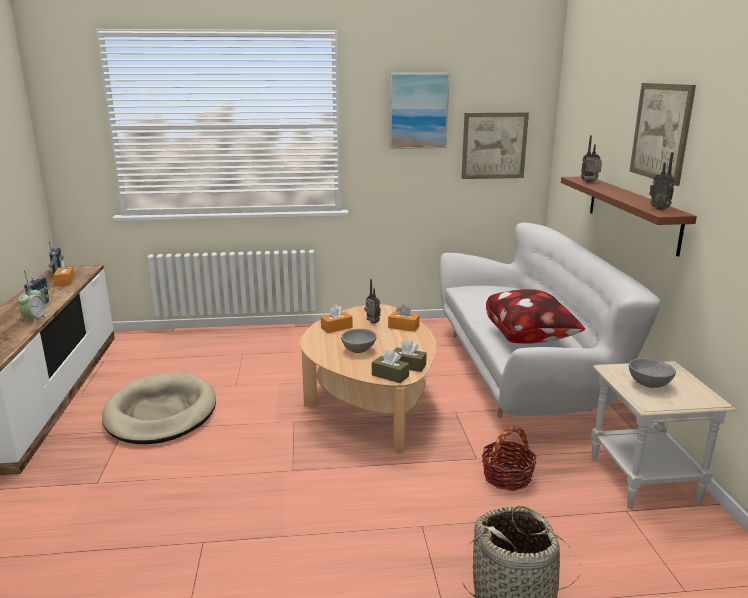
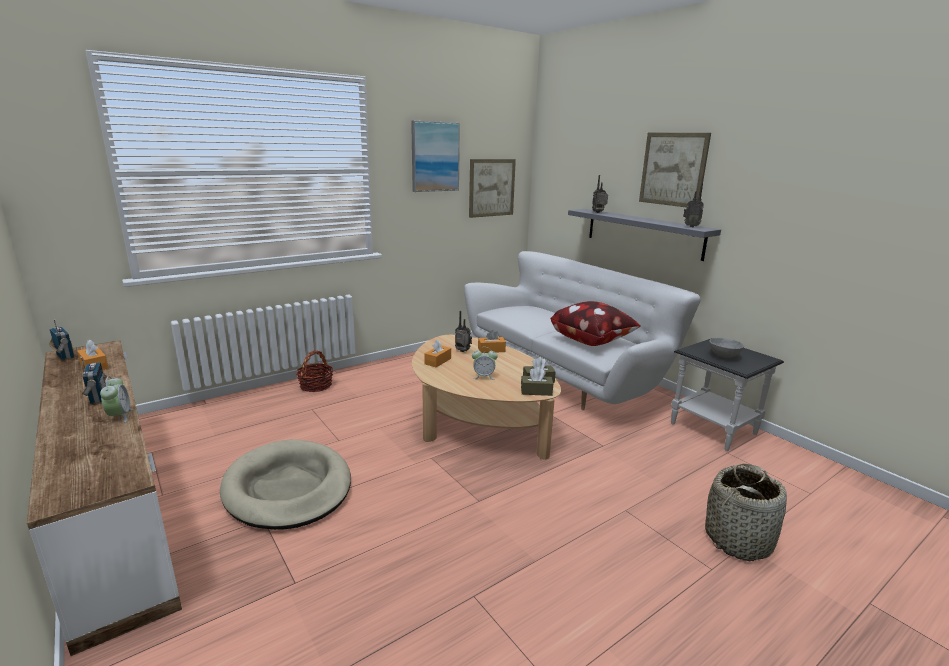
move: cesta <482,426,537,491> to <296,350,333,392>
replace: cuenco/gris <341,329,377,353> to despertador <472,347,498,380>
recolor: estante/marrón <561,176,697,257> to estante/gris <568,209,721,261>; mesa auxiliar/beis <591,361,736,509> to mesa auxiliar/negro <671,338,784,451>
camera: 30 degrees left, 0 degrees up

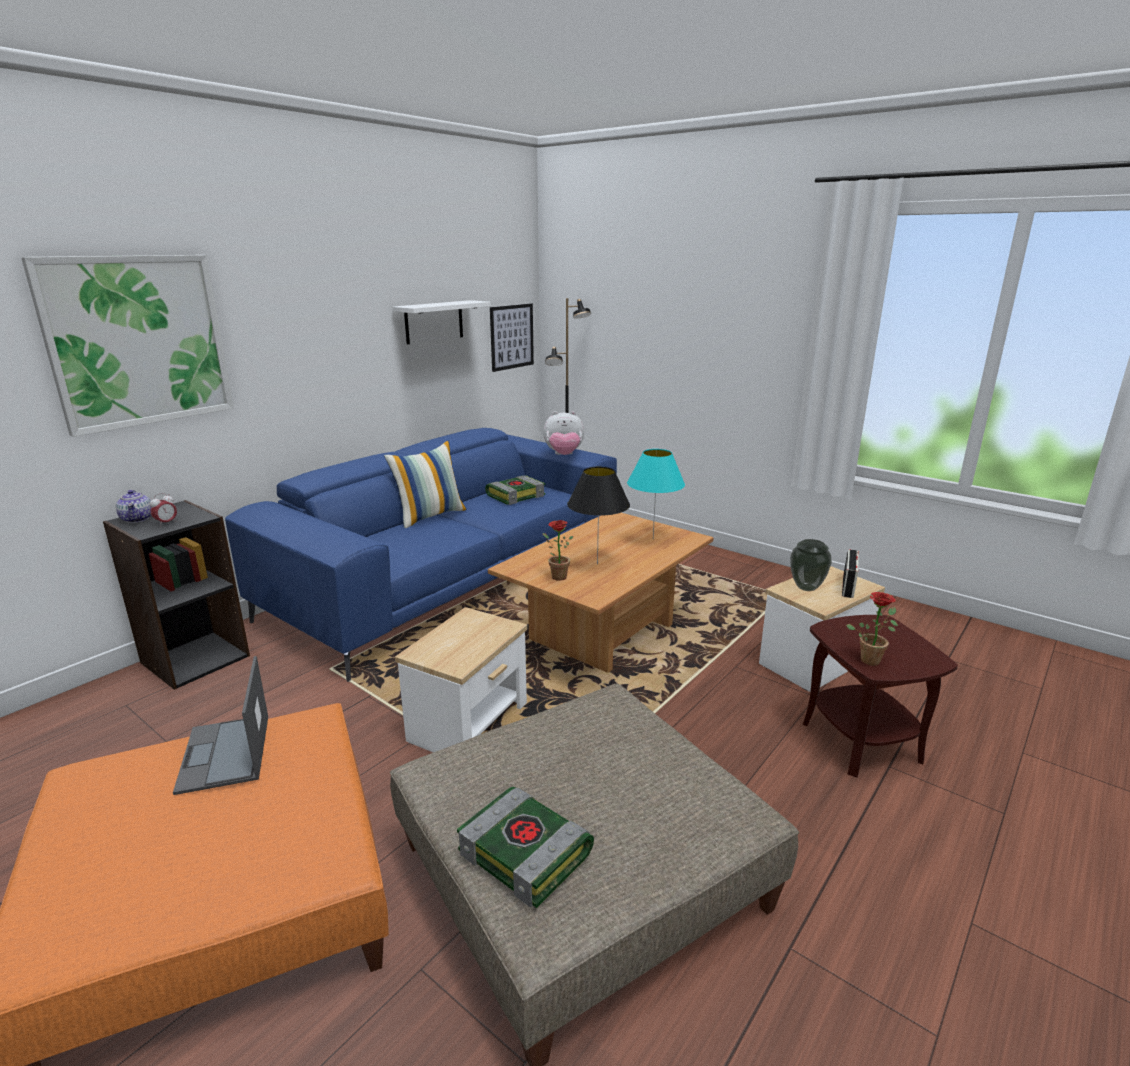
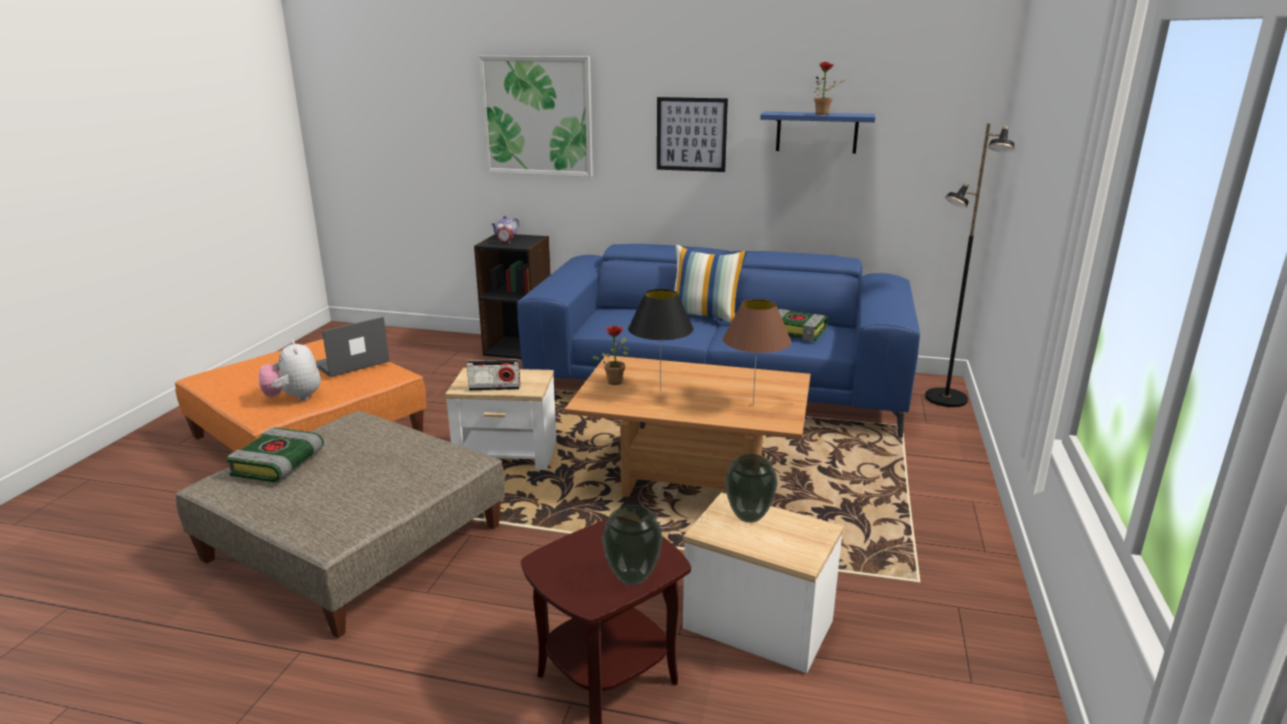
insert: florero <602,505,663,585>
move: peluche <543,411,584,455> to <258,340,321,401>; radio <842,550,859,598> to <466,359,520,391>; cuadro <490,303,534,372> to <657,97,728,172>; planta en maceta <846,592,898,666> to <813,62,845,115>
recolor: lámpara de mesa/turquesa <627,449,685,539> to lámpara de mesa/marrón <723,299,791,405>; estante/blanco <392,300,491,344> to estante/azul <760,111,875,154>
camera: 65 degrees right, 0 degrees up

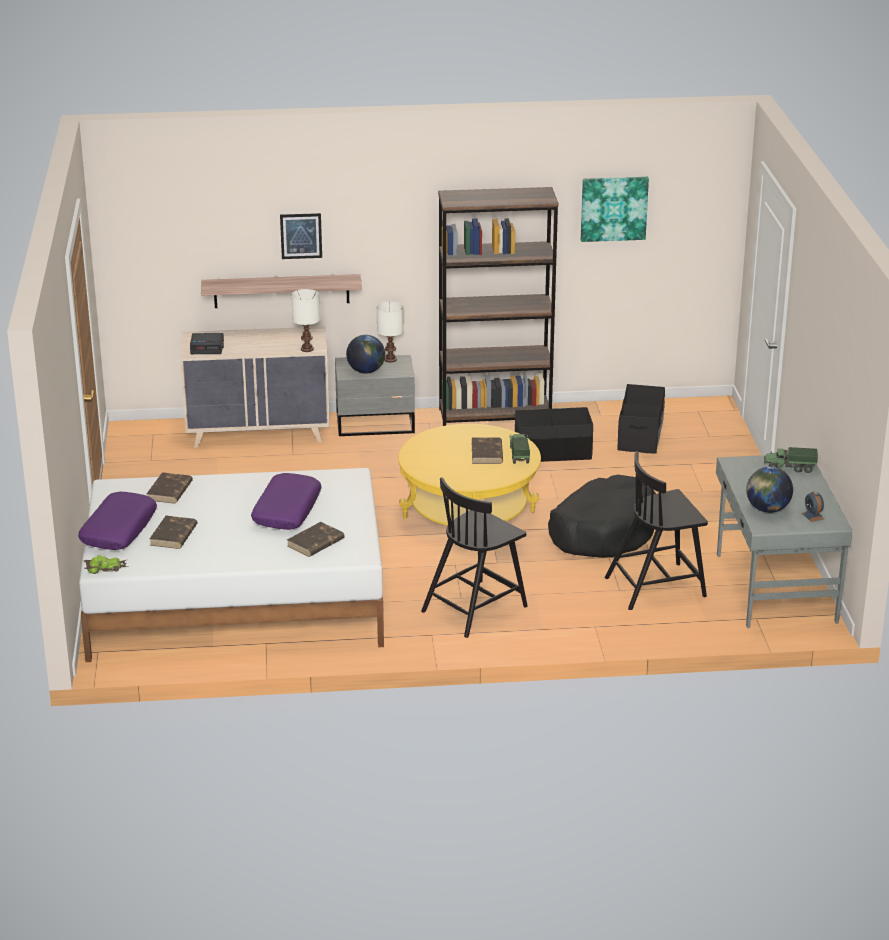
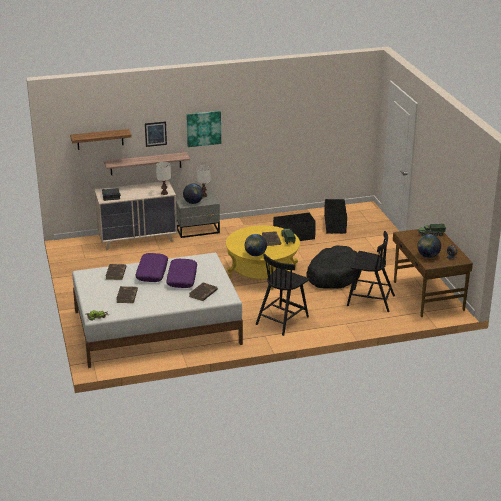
delete: estantería/marrón <438,187,559,426>
insert: estante <70,129,131,150>; globo terráqueo <245,234,267,256>
move: cojín/morado <78,492,157,550> to <136,253,168,282>; cuadro <581,177,649,242> to <186,111,221,147>
recolor: escritorio/gris <716,455,852,628> to escritorio/marrón <393,229,473,317>
rotate: silla/negro <605,451,708,610> = <347,231,395,312> 135 degrees counterclockwise
camera: 10 degrees left, 0 degrees up

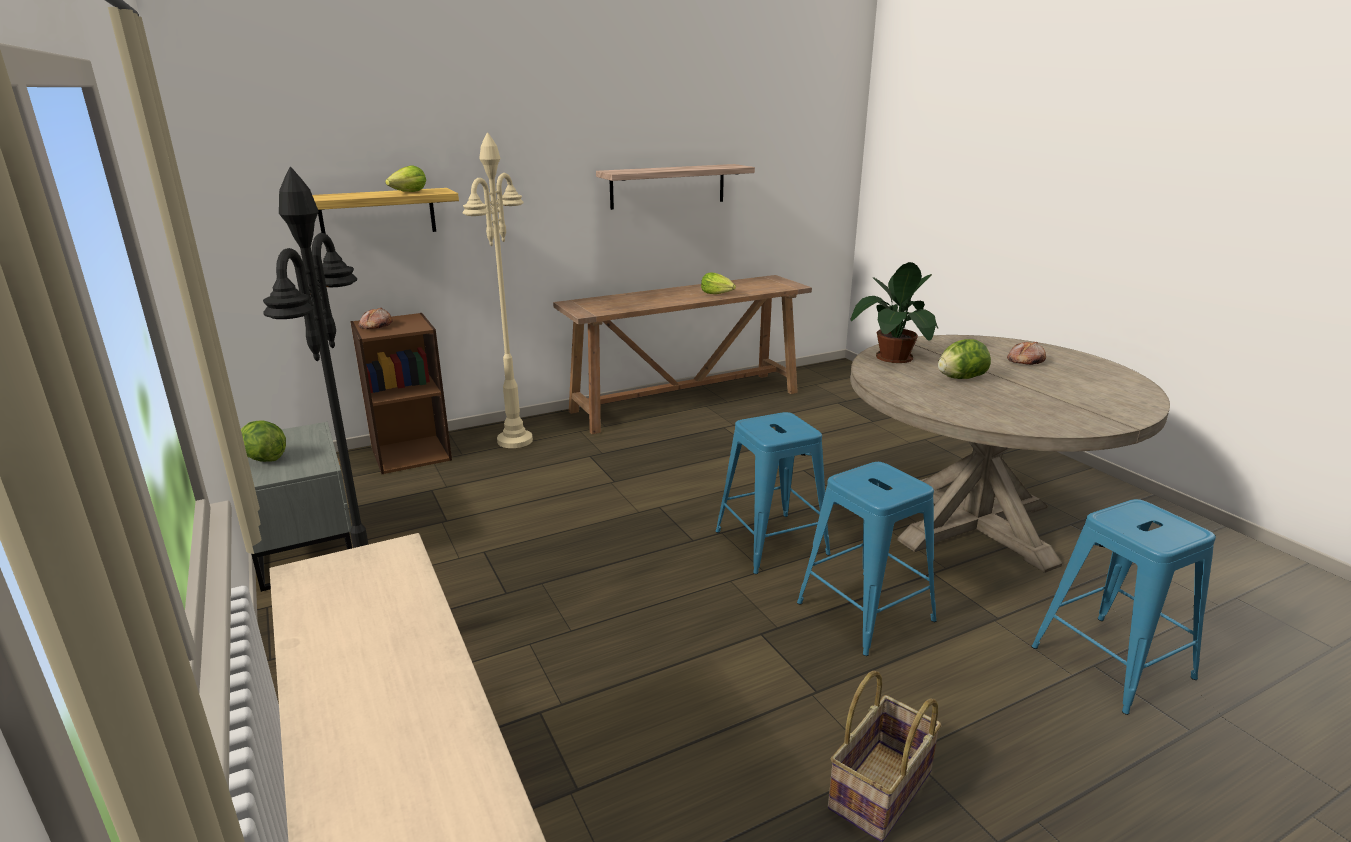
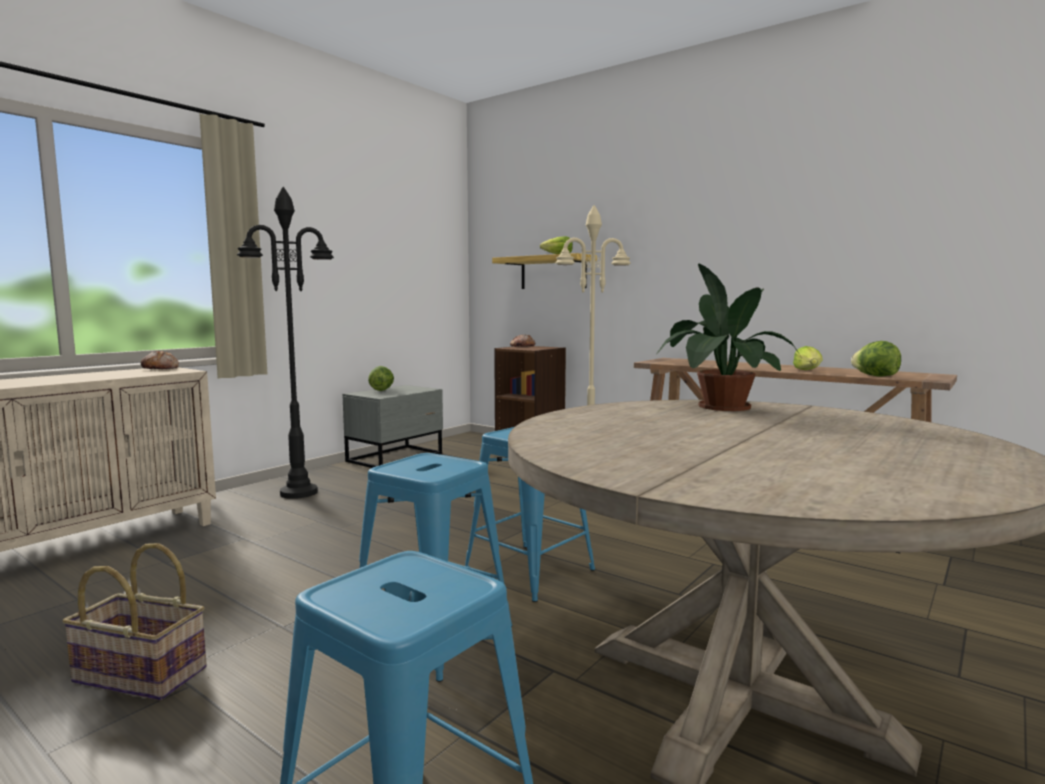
delete: estante <596,164,755,210>
move: pan <1007,342,1046,365> to <141,350,179,369>; lechuga <938,339,991,379> to <851,341,901,376>
camera: 65 degrees right, 15 degrees down

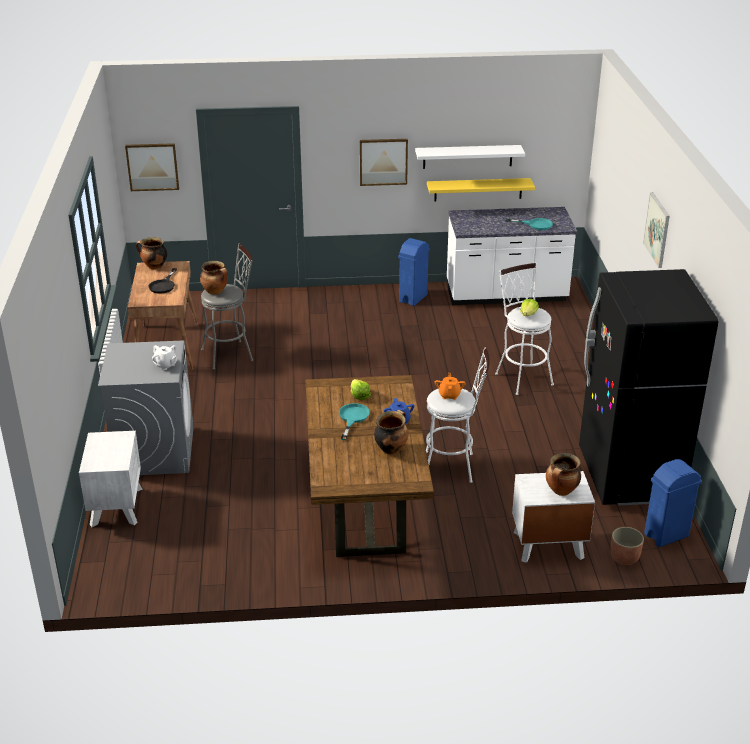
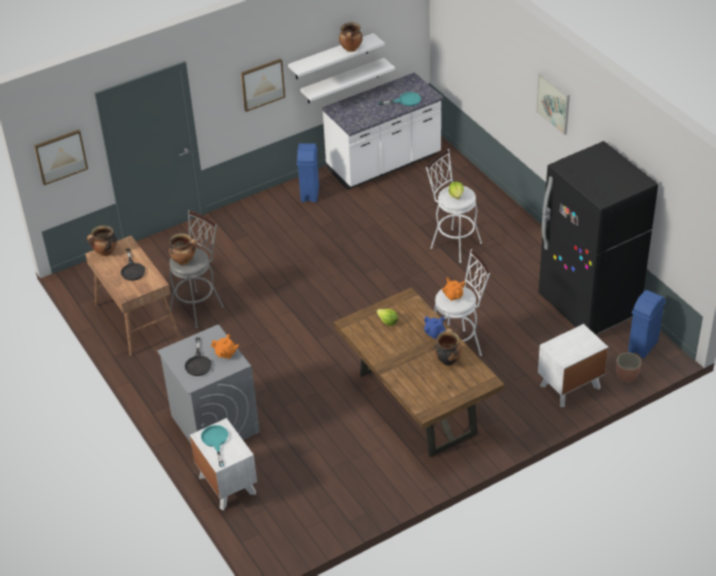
insert: sartén/negro <185,337,212,376>
move: sartén/turquesa <339,403,370,440> to <201,425,228,467>; olla <546,453,581,496> to <339,22,363,52>
recolor: tetera/blanco <152,345,177,370> to tetera/naranja <211,334,239,359>; estante/amarillo <427,178,535,202> to estante/blanco <300,58,395,103>
camera: 25 degrees left, 10 degrees up

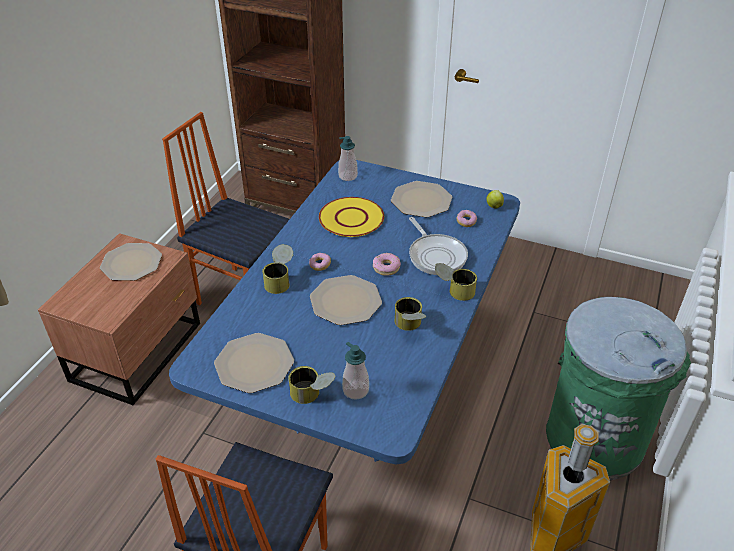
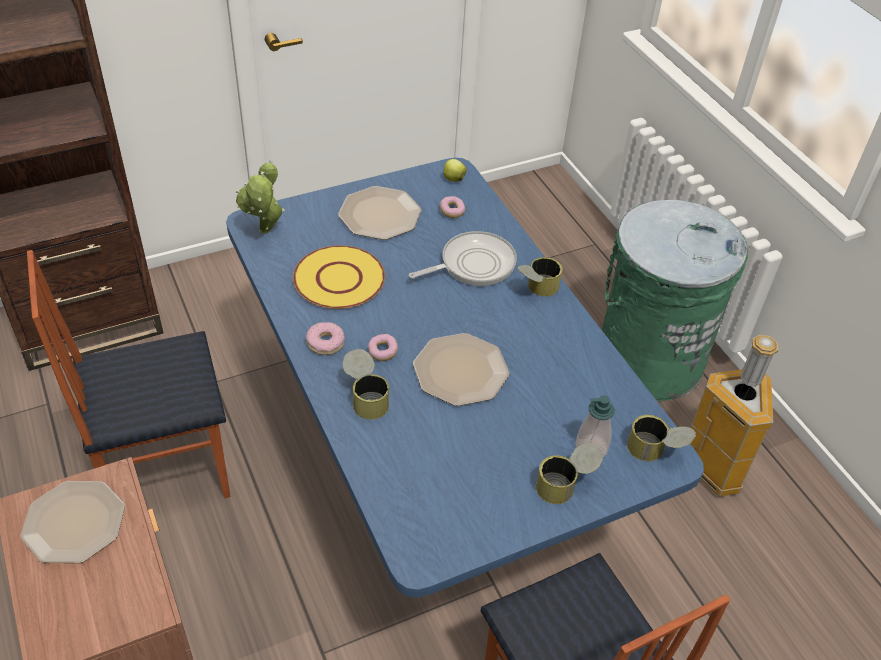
delete: plato <214,333,294,393>
move: rosquilla <373,253,401,275> to <306,322,345,355>; lata <394,297,426,331> to <627,415,696,461>
replace: dispensador de jabón <338,136,358,181> to planta en maceta <236,160,285,234>
rotate: sartén <409,217,468,275> = <409,231,517,286> 45 degrees counterclockwise
camera: 50 degrees left, 5 degrees up

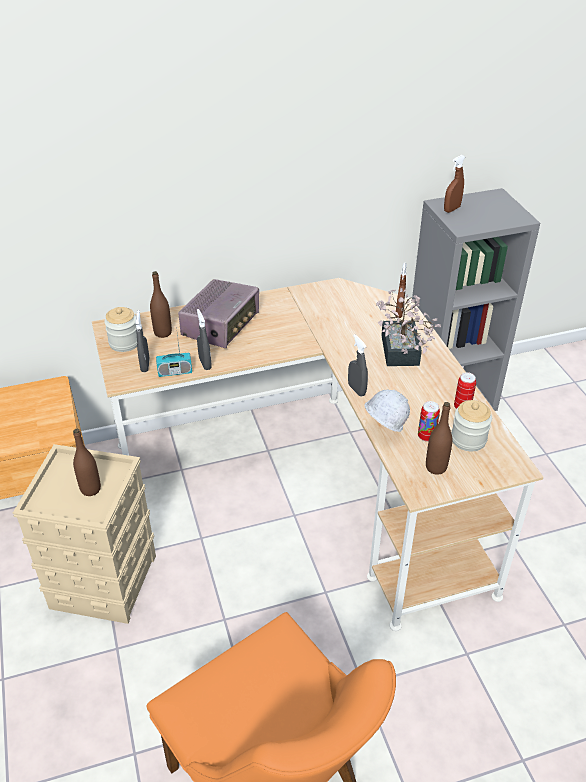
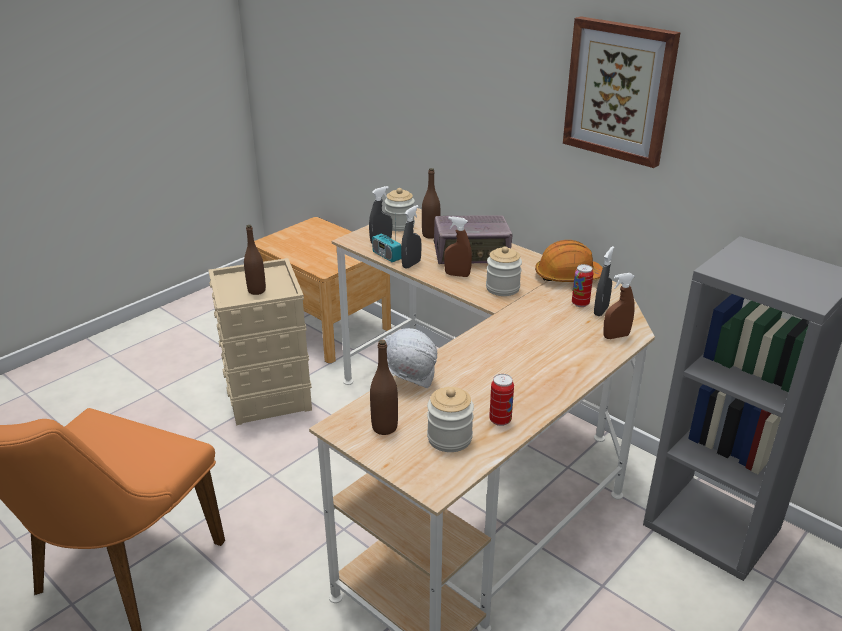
delete: planta en maceta <376,288,441,366>
insert: tarro <486,246,522,296>; casco/naranja <535,240,603,282>; cuadro <563,16,681,168>
move: pulverizador/marrón <444,155,465,213> to <444,216,472,277>; lata <418,401,440,442> to <572,264,593,307>; pulverizador/gris <348,334,368,397> to <594,246,614,316>
camera: 60 degrees right, 10 degrees down

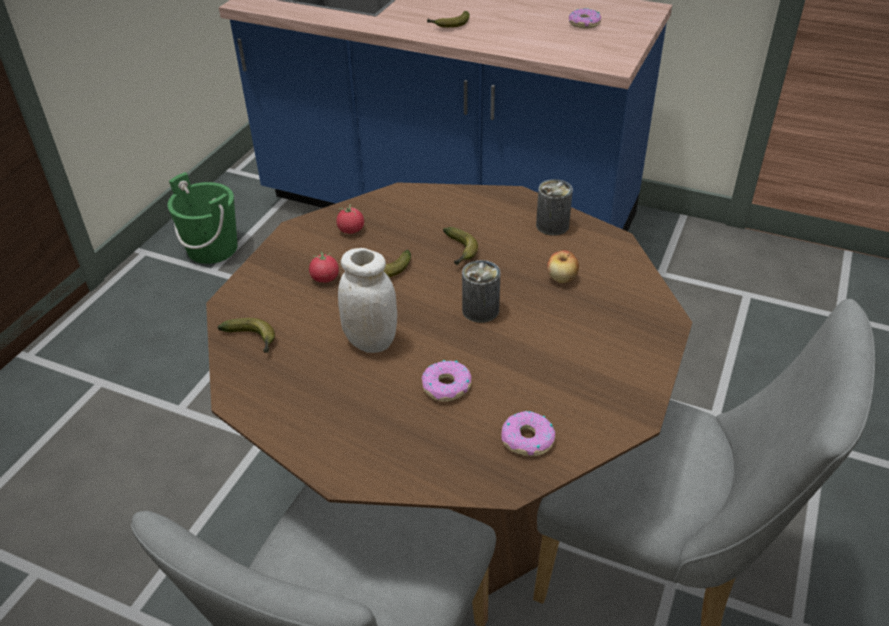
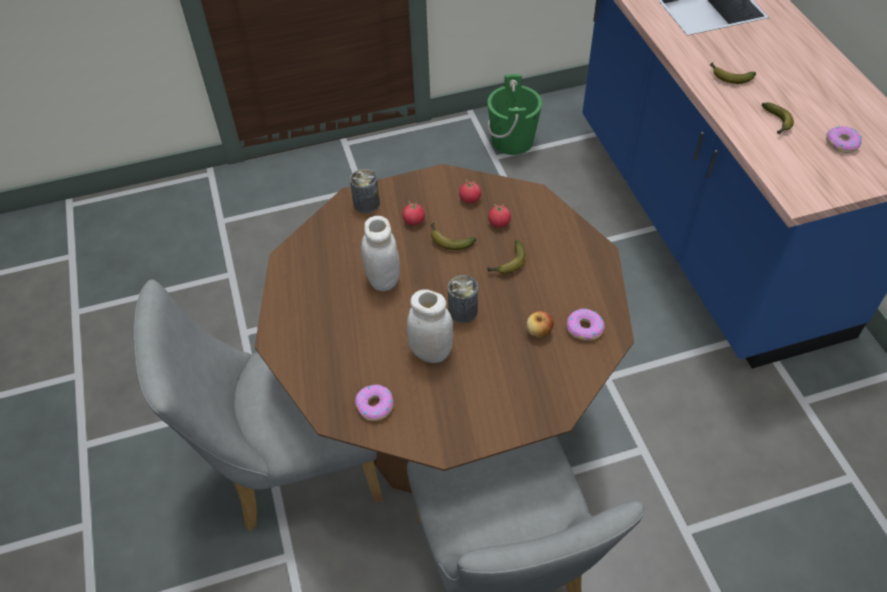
insert: tarro/blanco <407,289,453,363>; tomate <488,204,511,227>
move: lata <536,179,573,236> to <350,169,380,213>; rosquilla <421,360,472,402> to <567,308,605,340>; plátano <217,318,275,353> to <761,102,794,135>
camera: 50 degrees right, 10 degrees up

